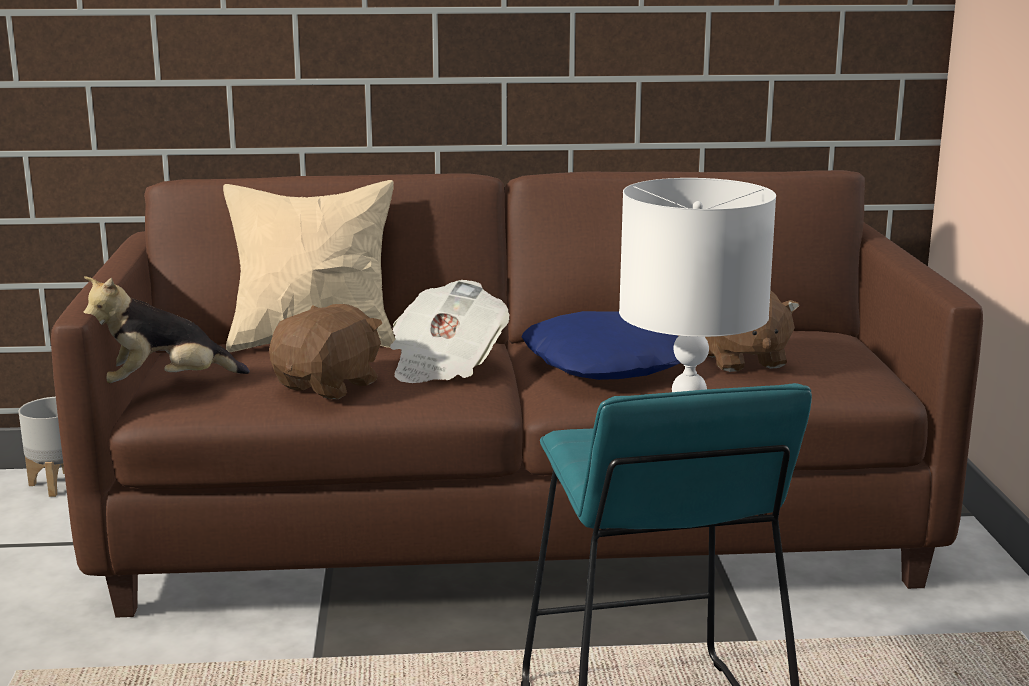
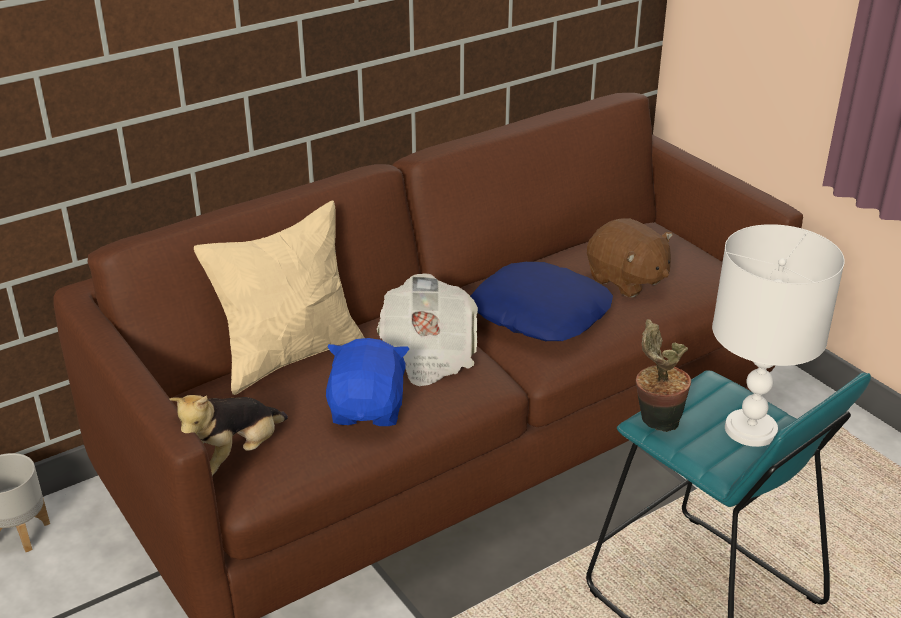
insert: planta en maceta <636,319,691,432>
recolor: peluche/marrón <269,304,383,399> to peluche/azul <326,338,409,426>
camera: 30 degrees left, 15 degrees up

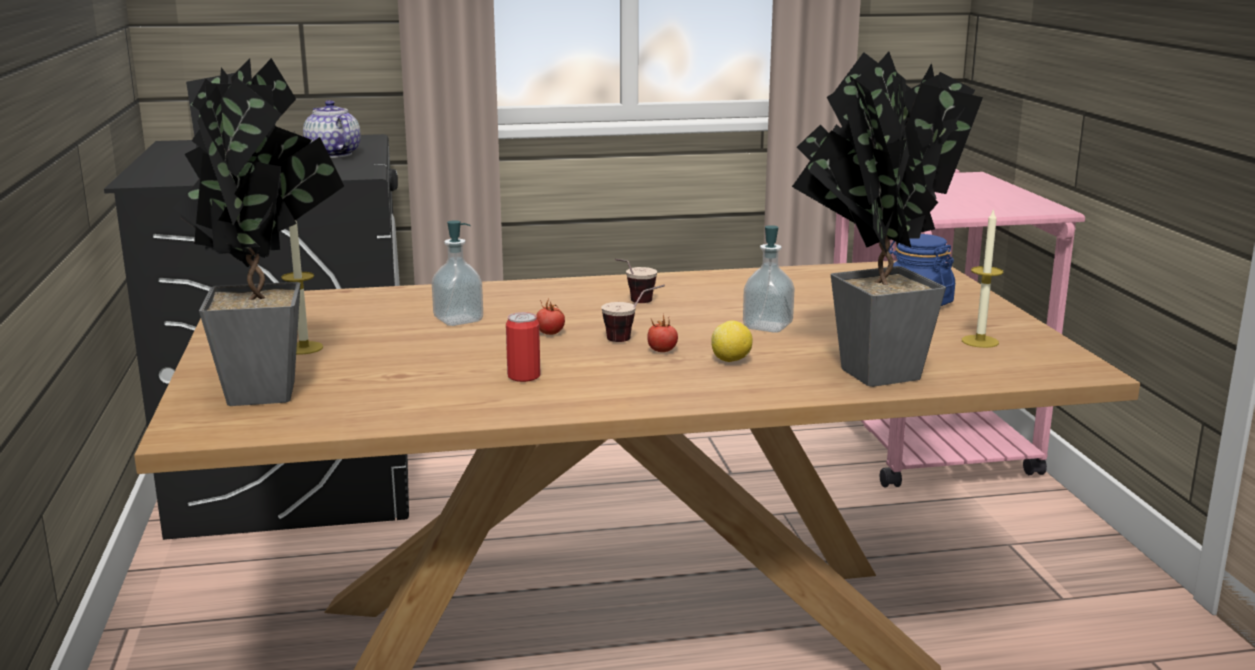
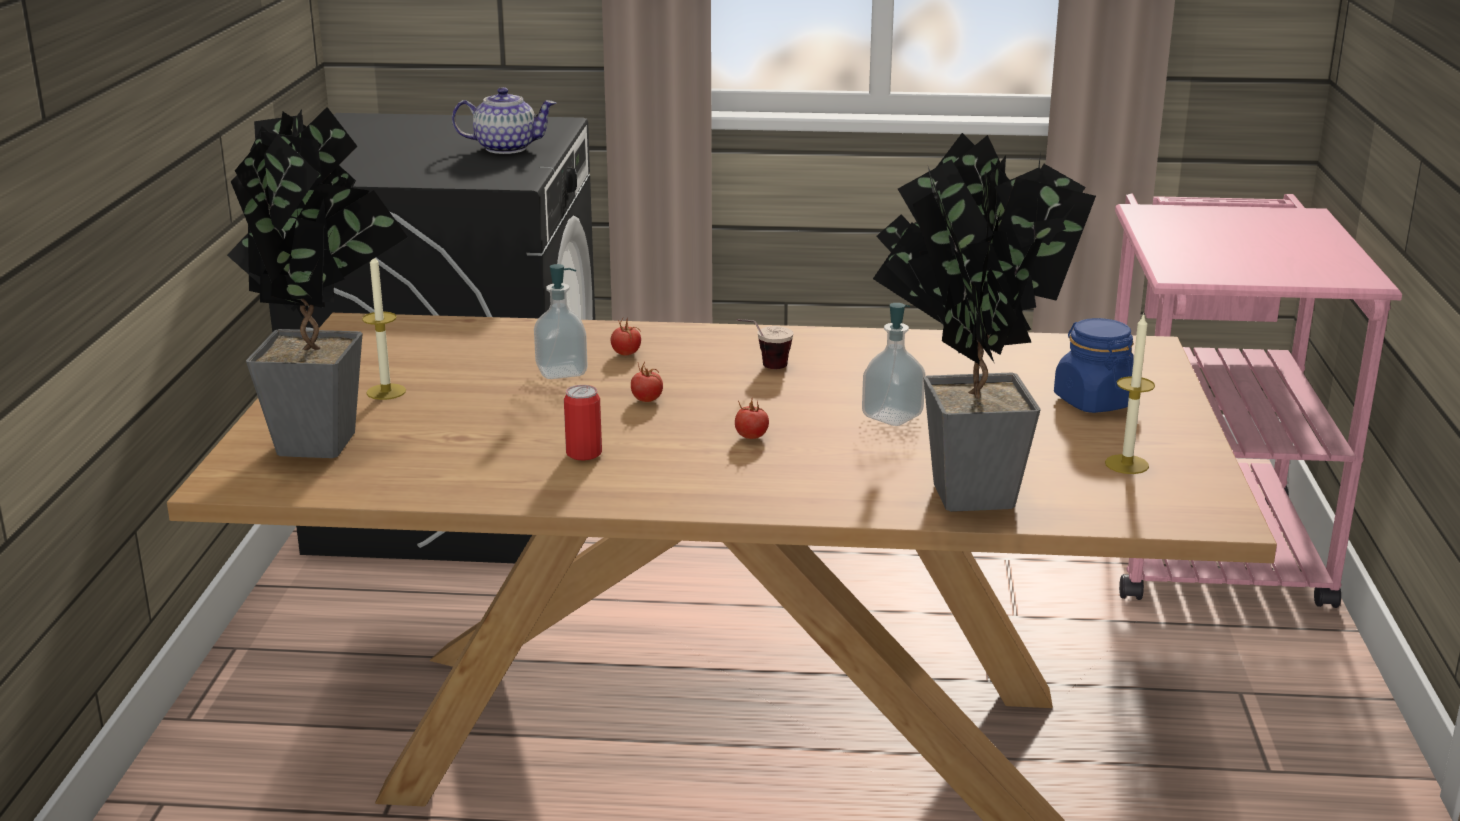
delete: taza <601,285,665,342>; limón <711,321,753,362>
insert: tomate <611,319,641,355>
rotate: tetera <303,100,361,158> = <452,87,556,154> 105 degrees clockwise
camera: 15 degrees right, 5 degrees up

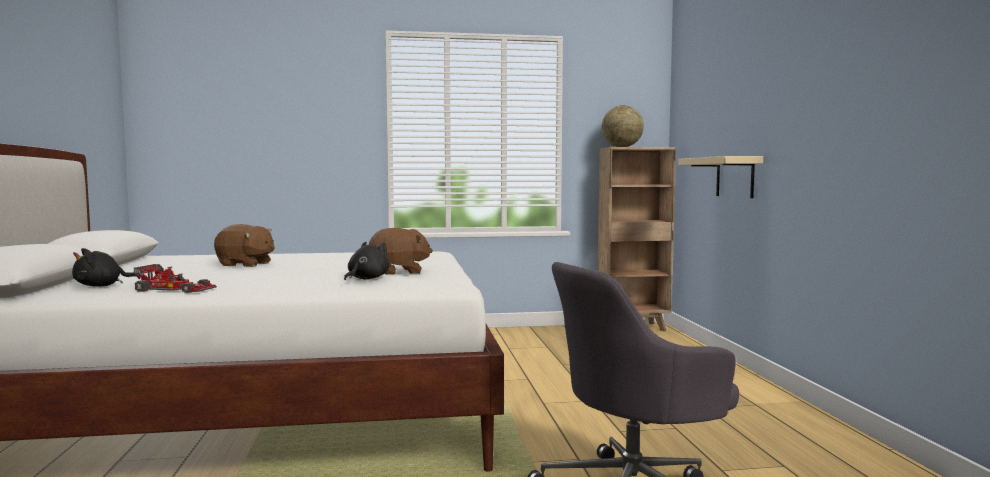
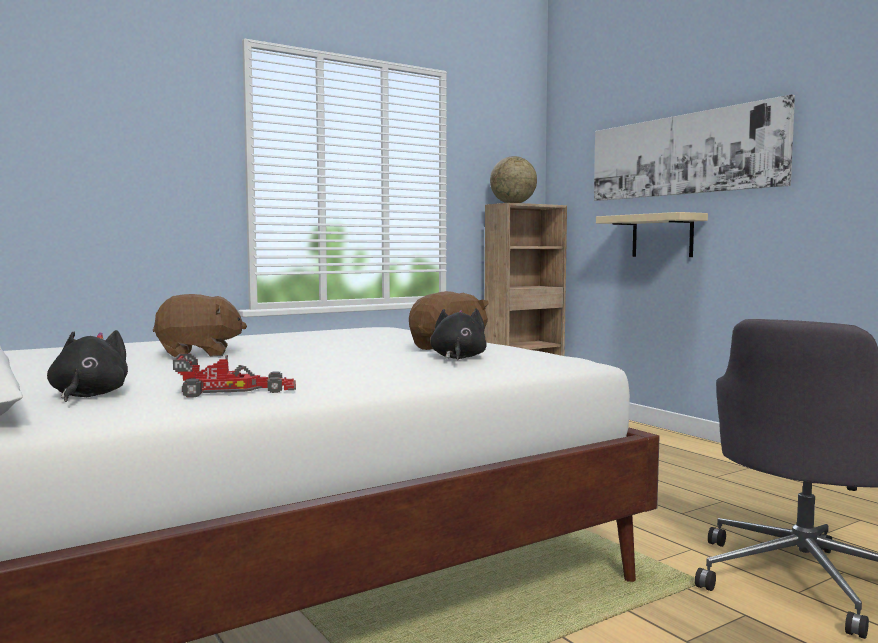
insert: cuadro <594,94,795,201>
rotate: peluche/negro <72,248,140,287> = <47,330,128,402> 150 degrees clockwise
camera: 25 degrees left, 0 degrees up

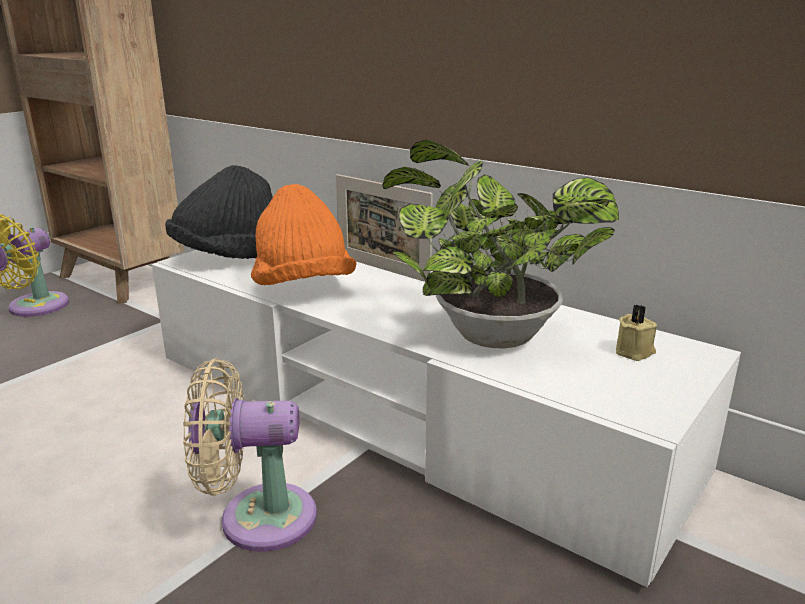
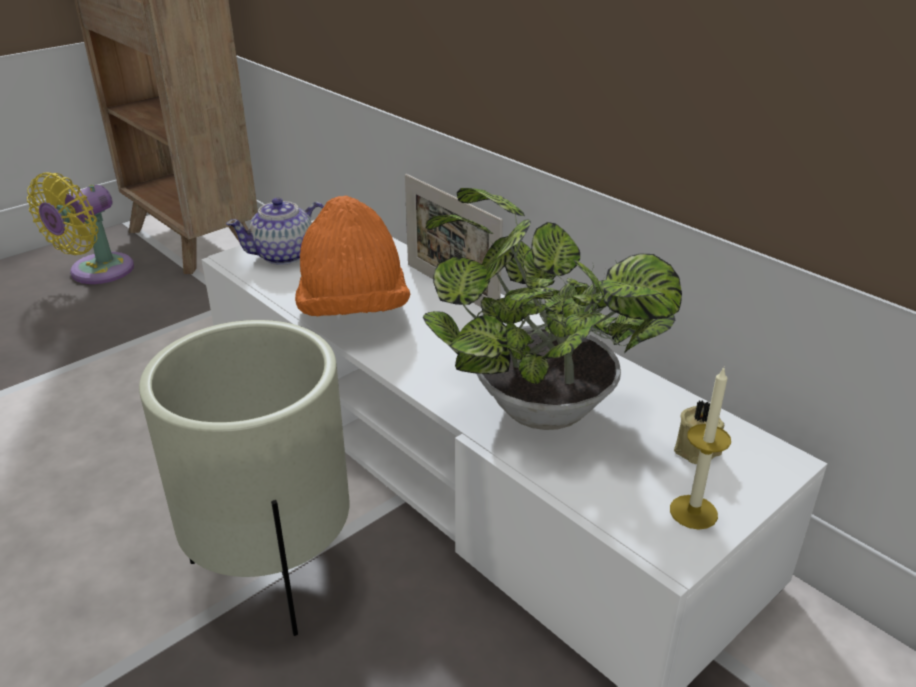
insert: vela <670,367,731,529>
replace: ventilador/beis <183,359,317,552> to maceta/beis <139,320,350,636>; sombrero/negro <165,165,273,259> to tetera <226,197,324,265>
camera: 10 degrees right, 10 degrees up

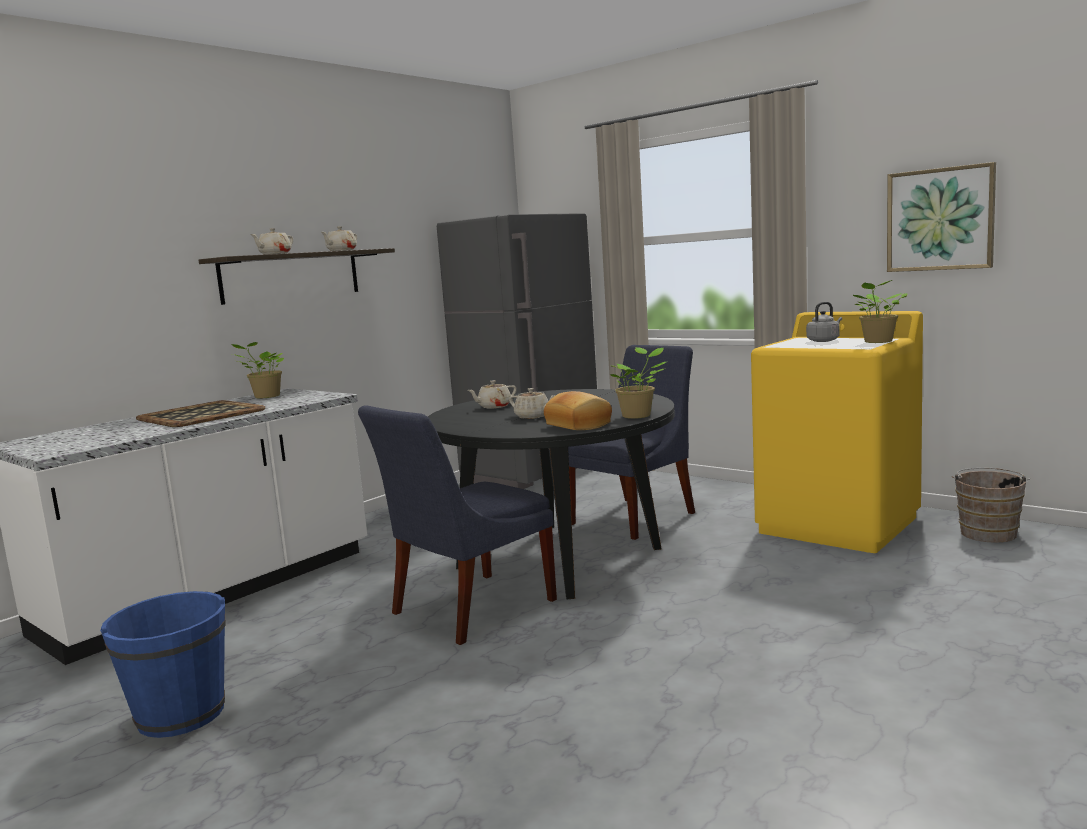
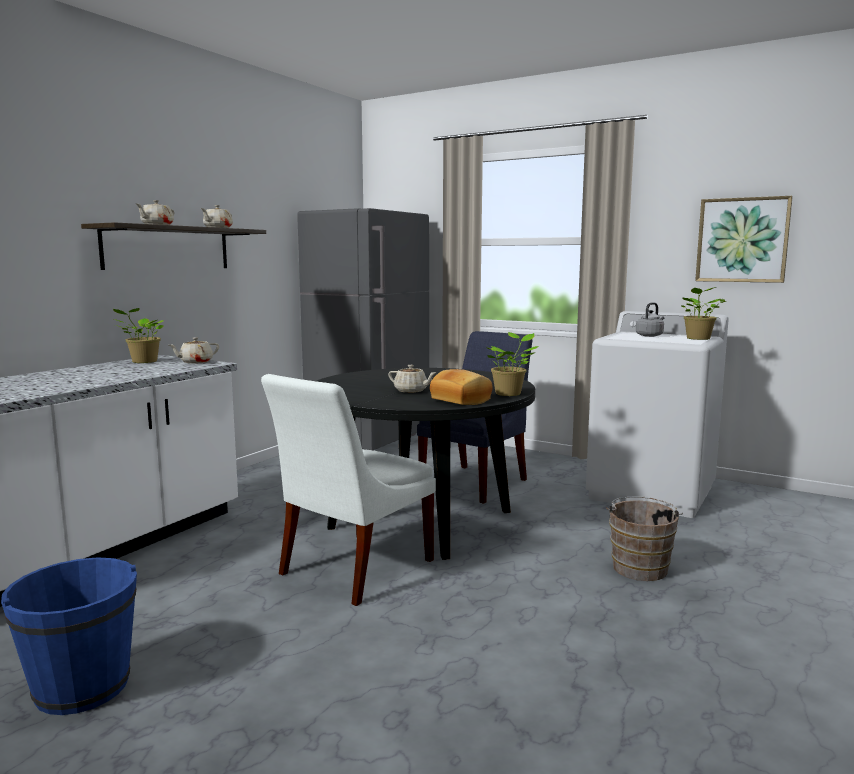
delete: bandeja <136,400,265,427>
move: tetera/beis <468,380,517,409> to <169,337,219,364>; cubo/marrón <952,468,1031,543> to <606,497,683,581>
recolor: silla/azul <358,405,557,645> to silla/blanco <261,374,436,606>; lavadora/amarillo <751,311,923,553> to lavadora/blanco <586,311,729,518>
camera: 10 degrees left, 0 degrees up

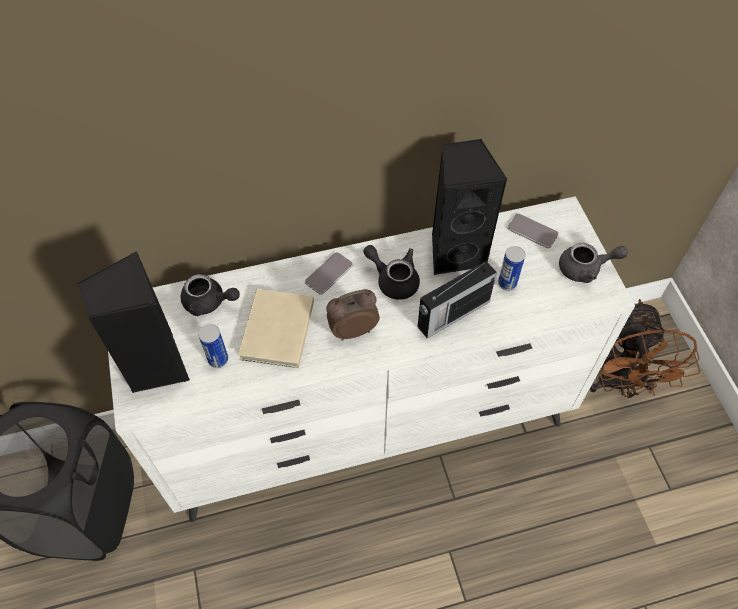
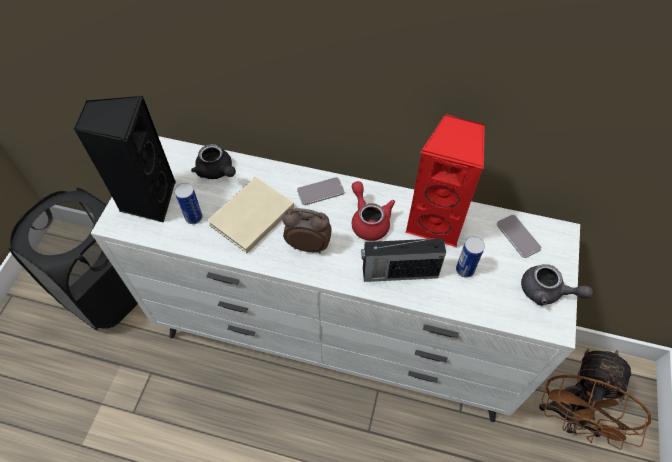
recolor: tetera/negro <363,245,420,300> to tetera/rojo <352,181,395,241>; altavoz/negro <432,139,508,275> to altavoz/rojo <405,114,485,247>
camera: 30 degrees right, 0 degrees up

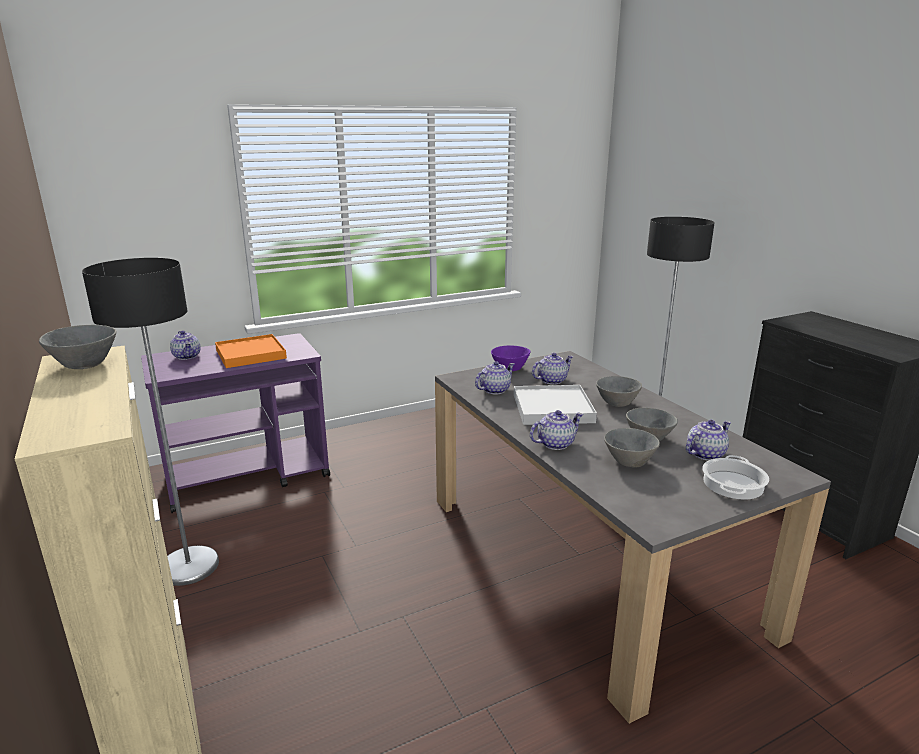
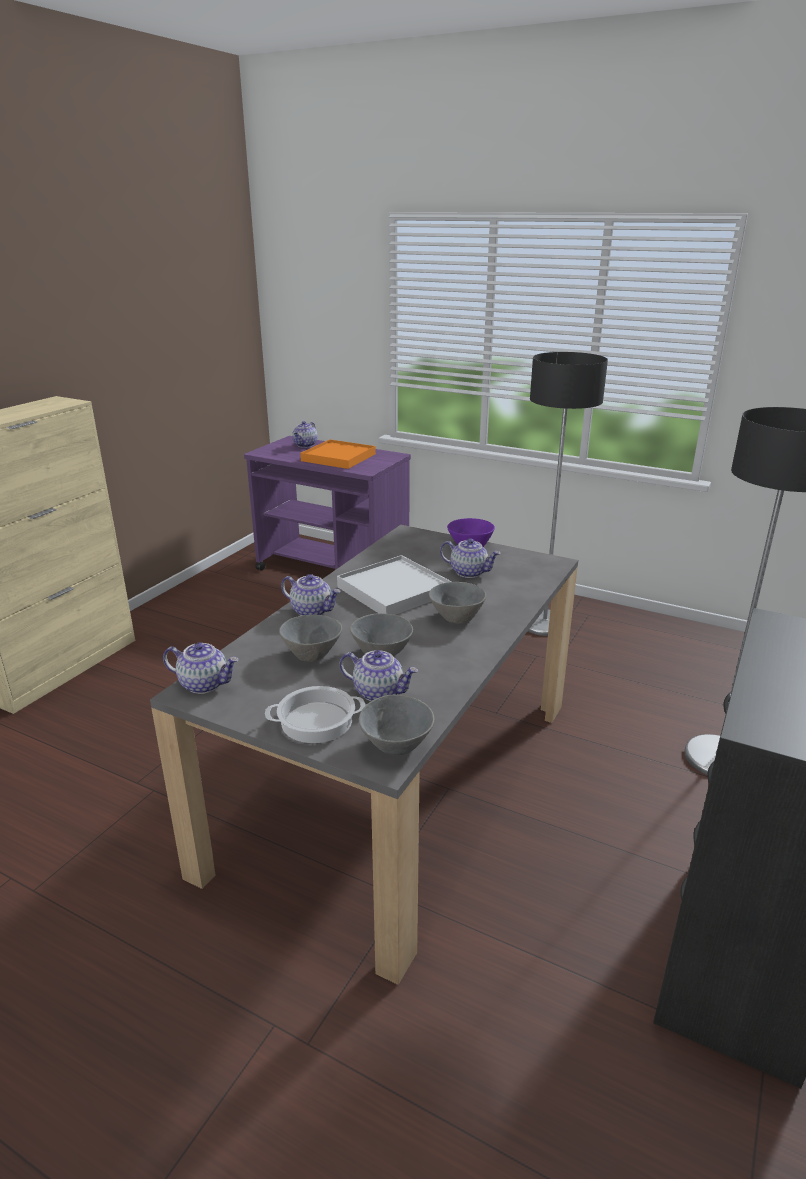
move: tetera <475,361,514,394> to <163,642,239,694>; cuenco/gris <39,325,117,369> to <359,695,434,756>; lámpara de pie <82,258,219,586> to <528,352,608,636>
camera: 55 degrees right, 5 degrees up

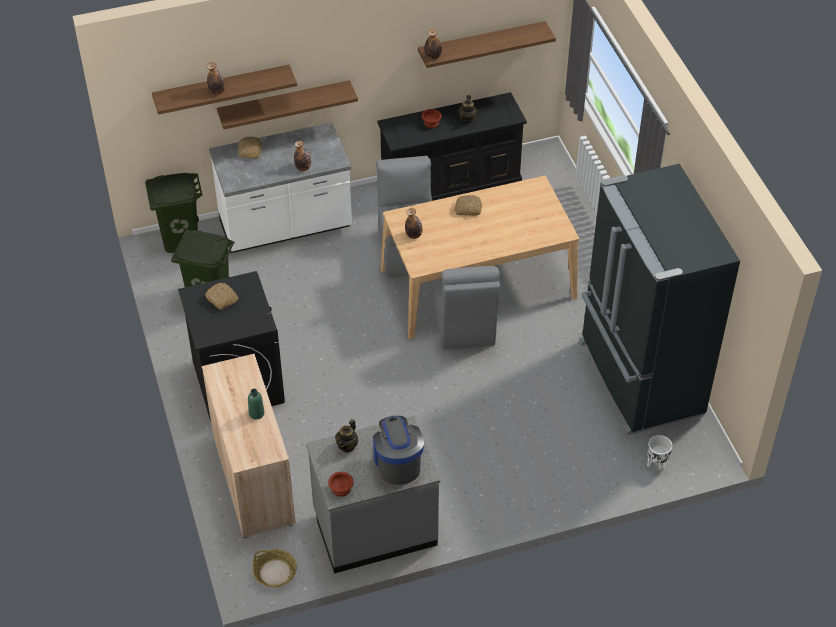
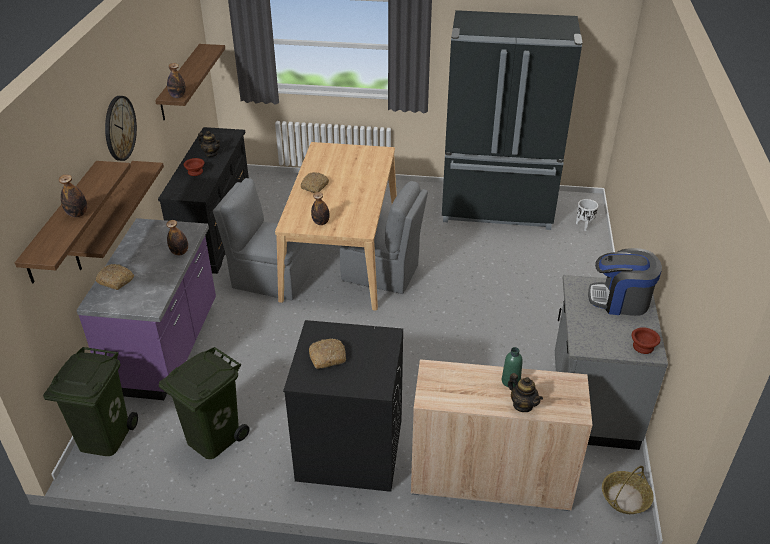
insert: reloj de pared <105,96,137,161>
move: tetera <335,419,358,453> to <508,373,543,412>
recolor: mueble bajo de cocina/blanco <209,122,352,253> to mueble bajo de cocina/morado <77,218,216,400>
camera: 65 degrees left, 10 degrees down

